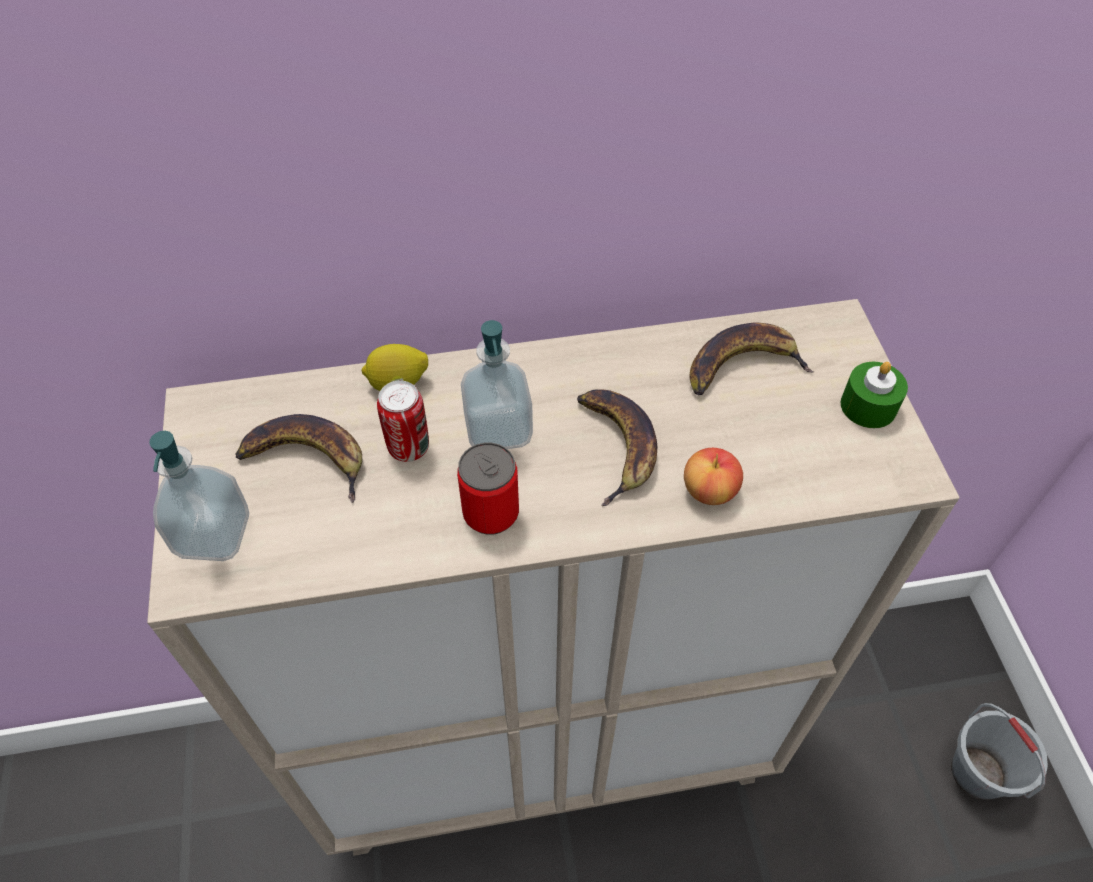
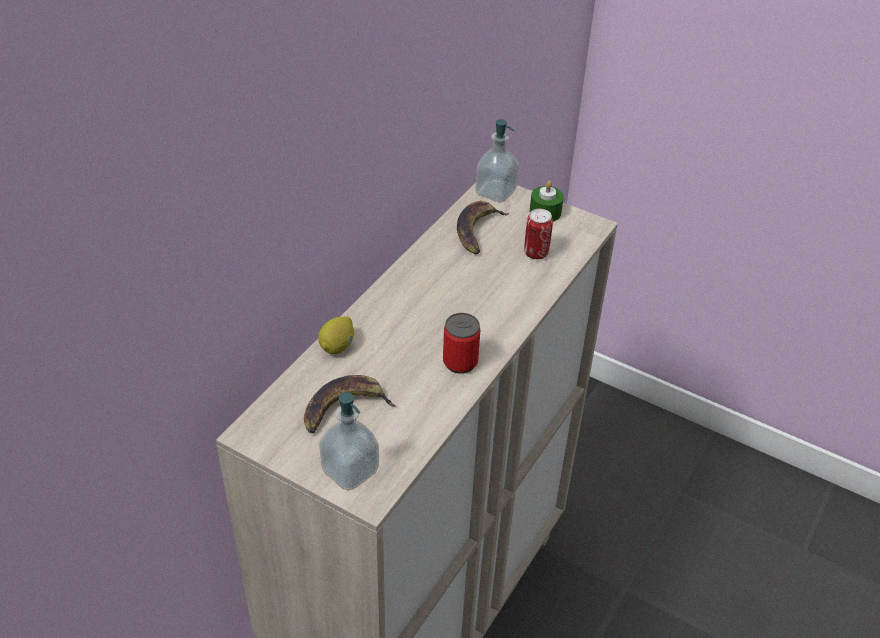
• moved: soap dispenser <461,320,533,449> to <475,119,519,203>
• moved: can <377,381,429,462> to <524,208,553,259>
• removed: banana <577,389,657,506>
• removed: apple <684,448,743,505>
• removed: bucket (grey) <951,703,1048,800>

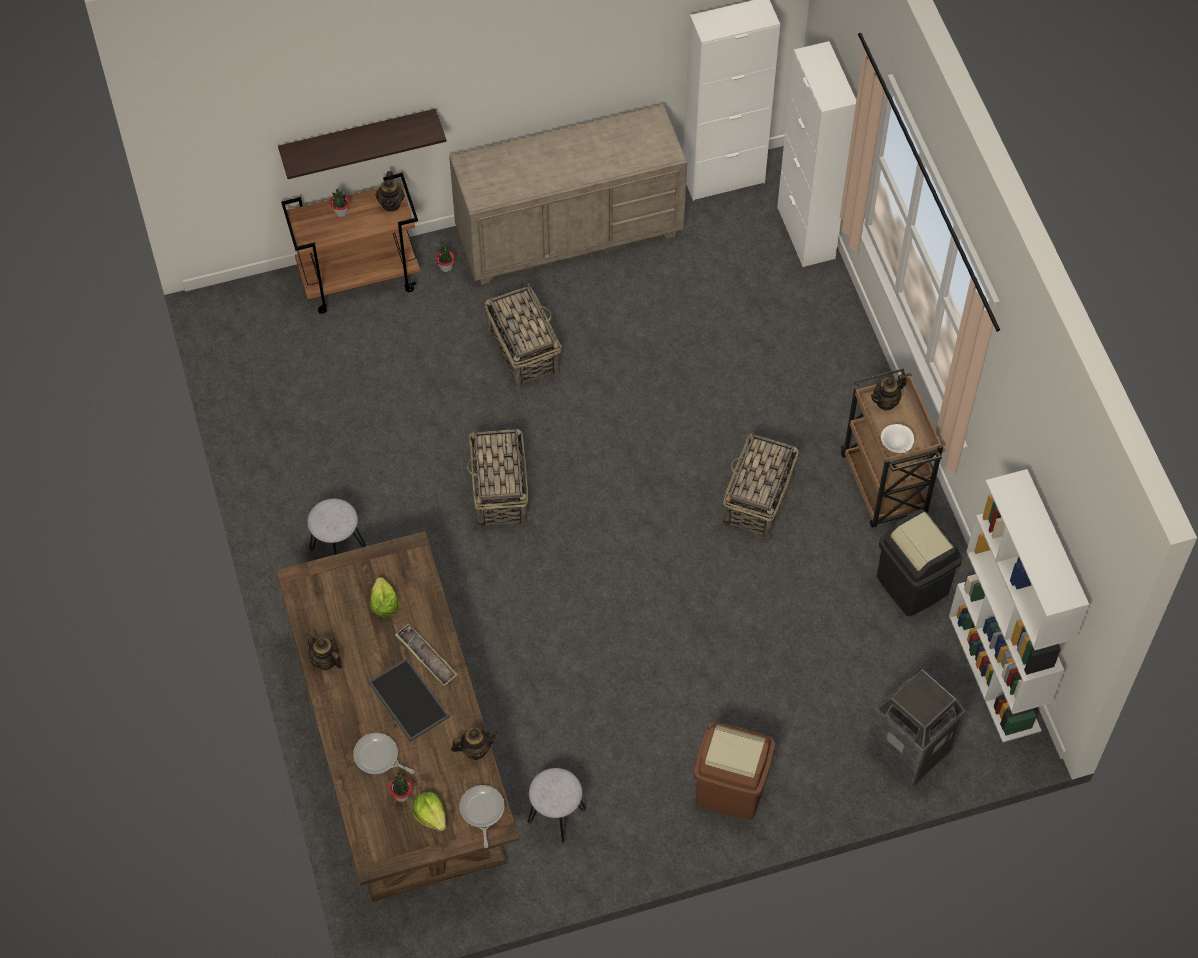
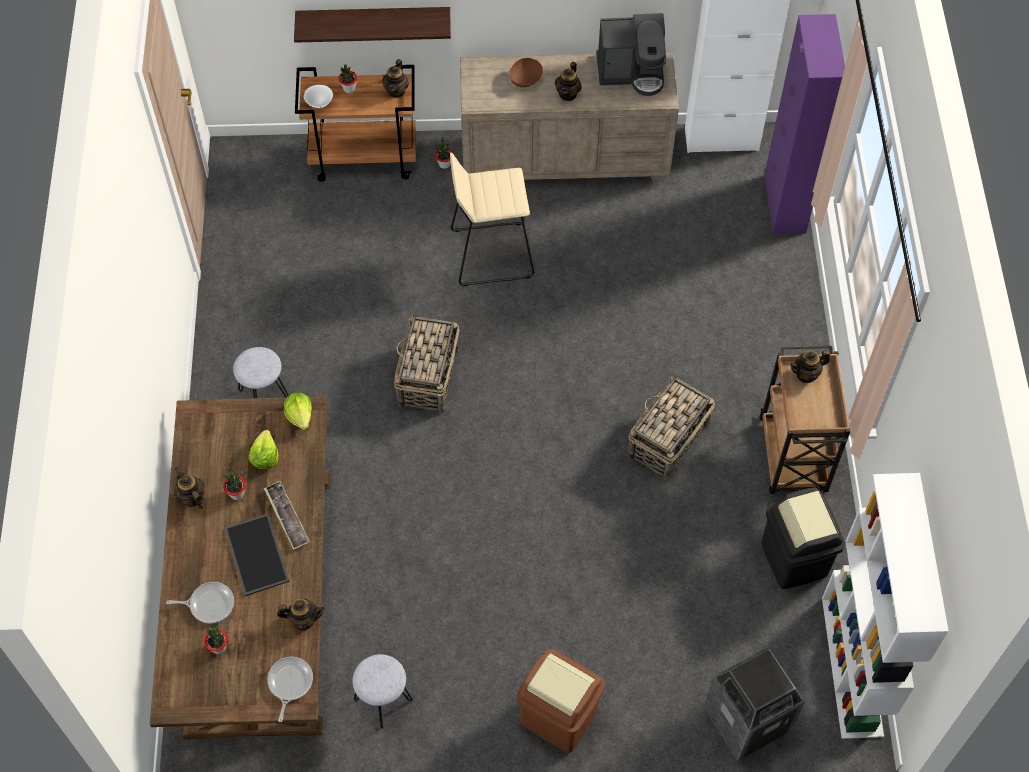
• recoloured: cabinet (white) <777,41,856,267> to cabinet (purple) <764,14,845,234>
• replaced: basket <485,283,562,388> to stool (beige) <450,152,534,286>
• moved: bowl (white) <881,424,914,453> to <304,85,333,108>
• turned: frying pan <353,733,415,774> = <166,582,234,624> 135 degrees clockwise
• moved: lettuce <412,792,446,831> to <284,393,312,430>
• added: coffee machine <596,13,666,96>
• added: bowl (brown) <509,58,543,88>
• added: teapot <555,62,582,101>
• added: potted plant <223,465,246,500>

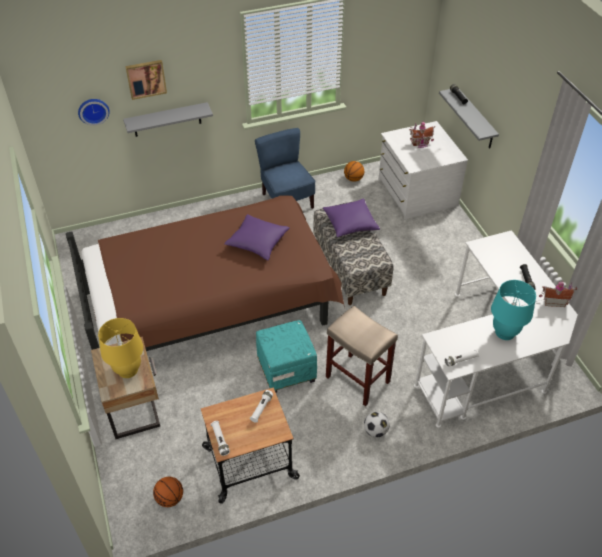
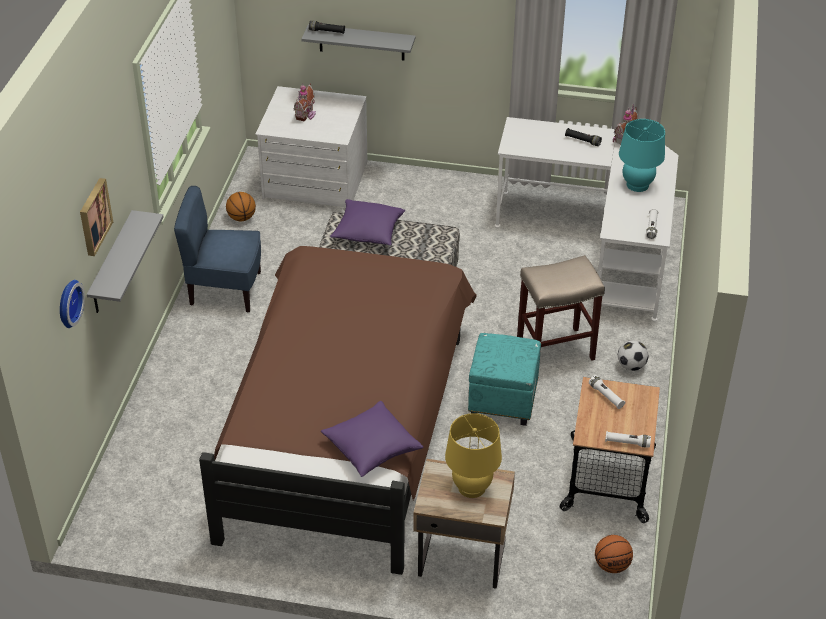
• moved: pillow (purple) <224,214,289,261> to <321,401,423,477>

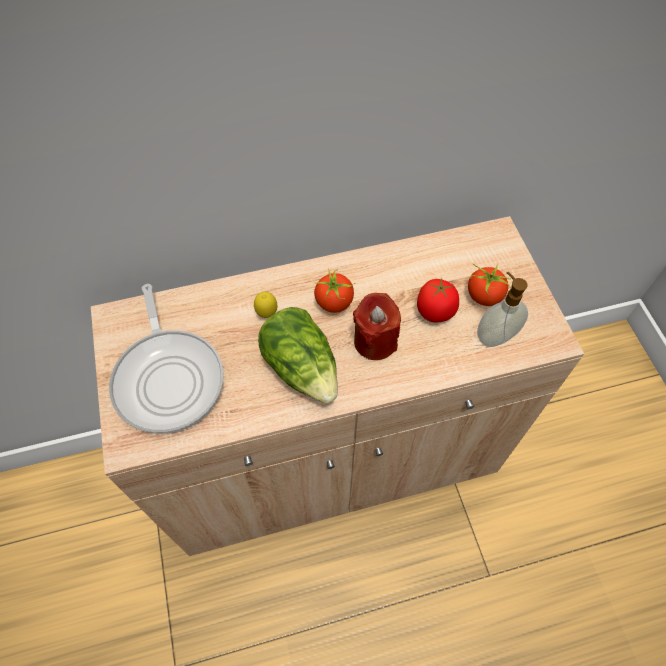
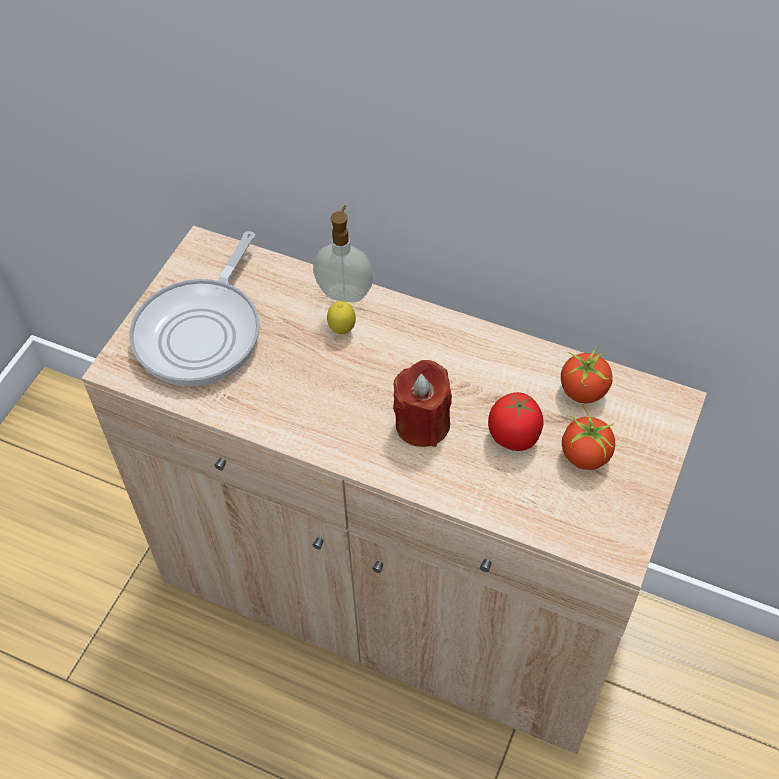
• moved: tomato <314,268,355,313> to <561,347,613,403>
• moved: soap dispenser <477,272,528,347> to <313,205,373,302>
• removed: lettuce <258,307,338,404>

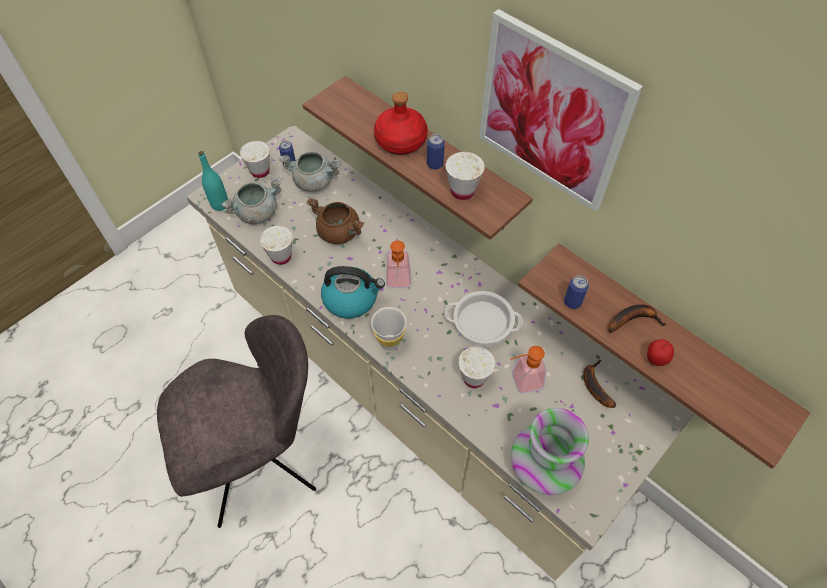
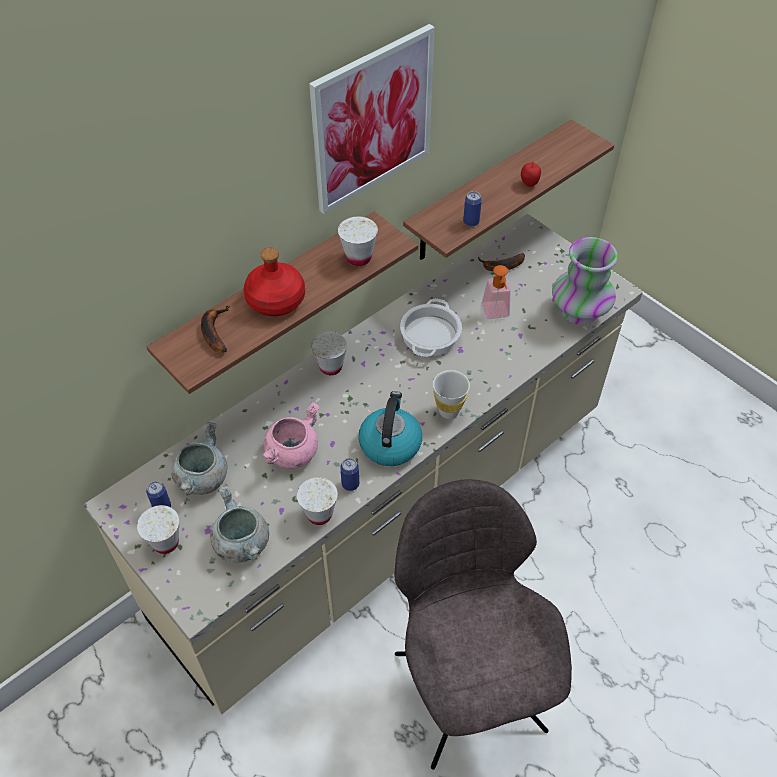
• moved: can <427,134,445,170> to <340,458,359,491>
• removed: bottle (turquoise) <198,151,228,211>
• recoloured: cooking pot (brown) <306,198,364,244> to cooking pot (pink) <262,402,320,469>
• removed: soap dispenser <386,240,411,288>
• moved: banana <608,304,666,333> to <201,306,229,353>
• moved: cup (white) <458,346,495,388> to <311,332,347,375>

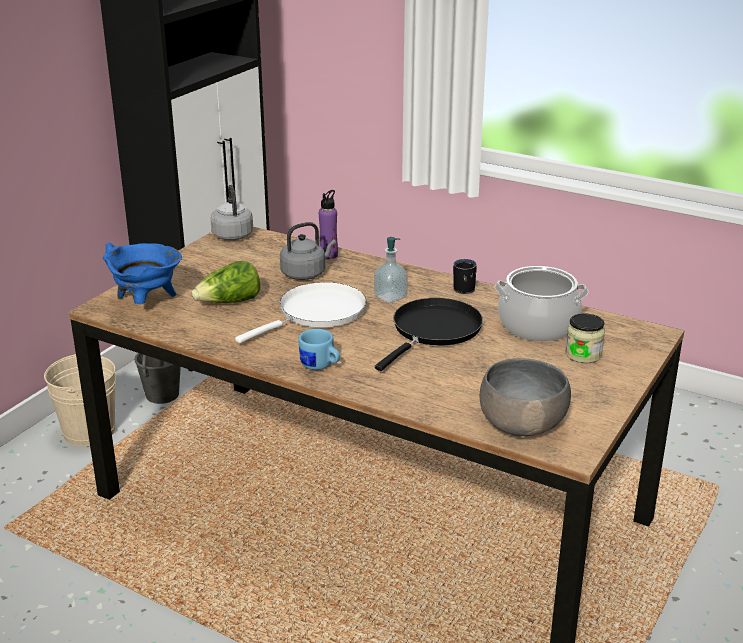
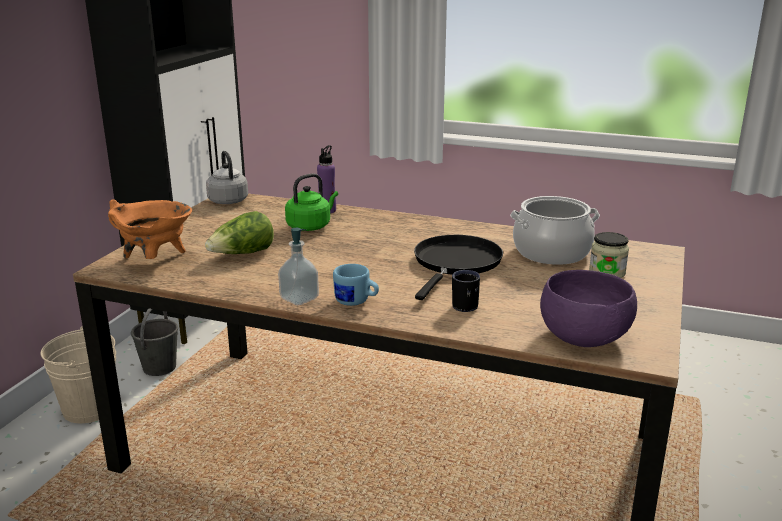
• recoloured: kettle (grey) <280,222,336,280> to kettle (green) <285,173,338,231>
• moved: soap dispenser <374,237,408,303> to <278,228,319,305>
• recoloured: cooking pot (blue) <103,243,182,304> to cooking pot (orange) <108,199,192,259>
• moved: mug (black) <453,259,477,294> to <452,270,480,312>
• removed: frying pan (white) <235,282,367,343>
• recoloured: bowl (grey) <479,358,571,436> to bowl (purple) <540,270,637,347>

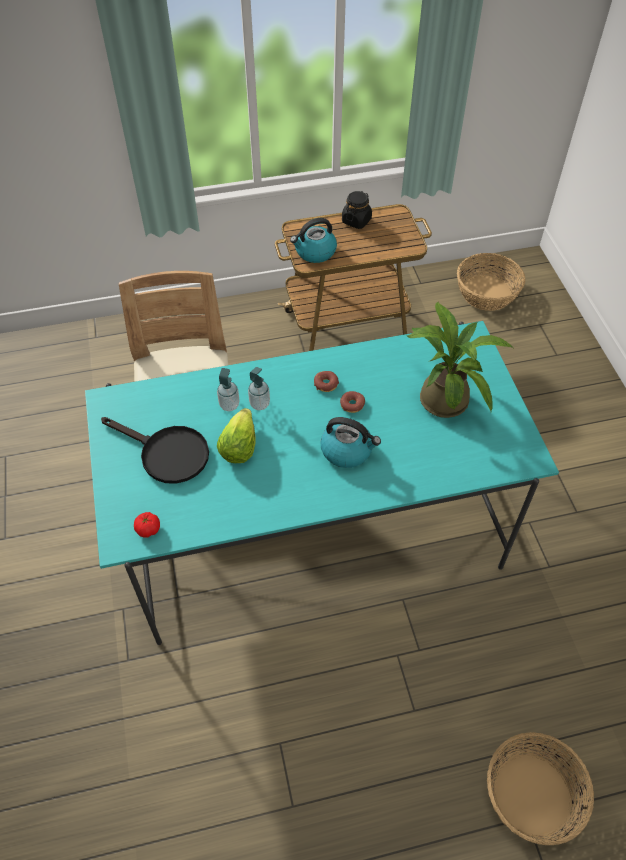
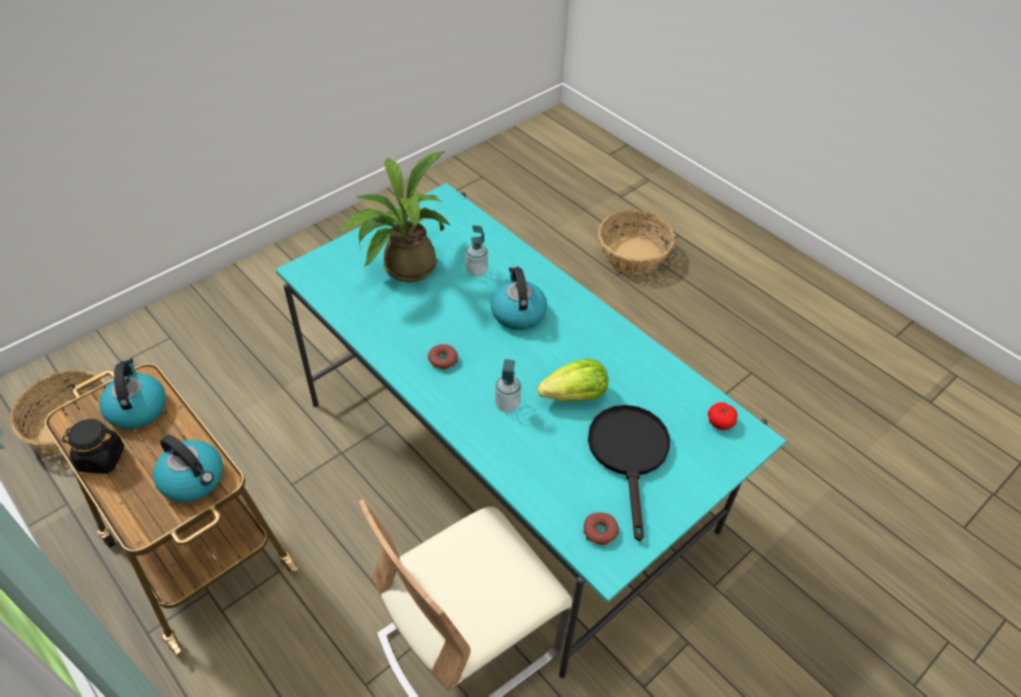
• moved: soap dispenser <217,368,240,411> to <466,225,488,276>
• moved: donut <340,391,365,413> to <583,513,619,545>
• added: kettle <99,358,166,430>

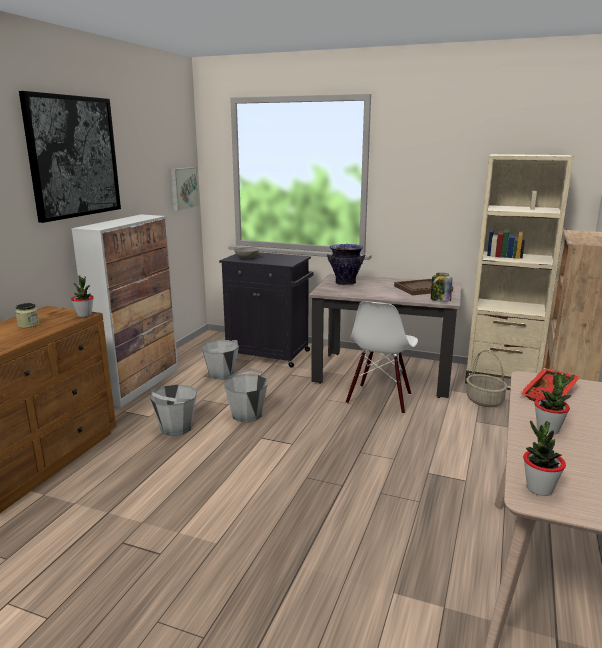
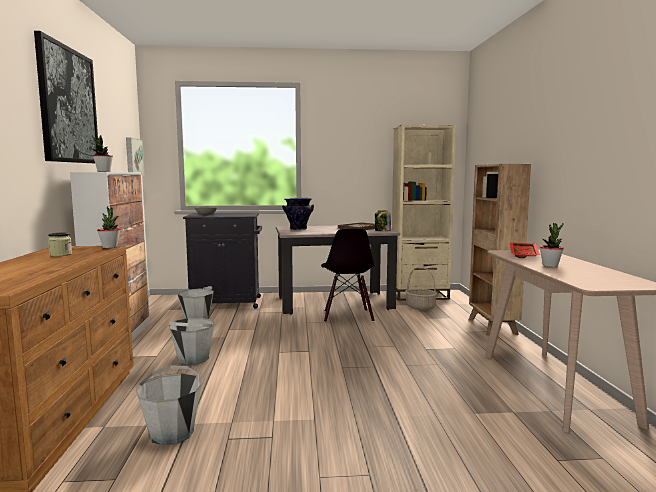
• recoloured: chair (white) <346,301,418,414> to chair (black) <321,229,375,322>
• moved: bucket (grey) <224,368,267,423> to <136,365,202,446>
• moved: potted plant <523,420,566,496> to <92,135,113,172>

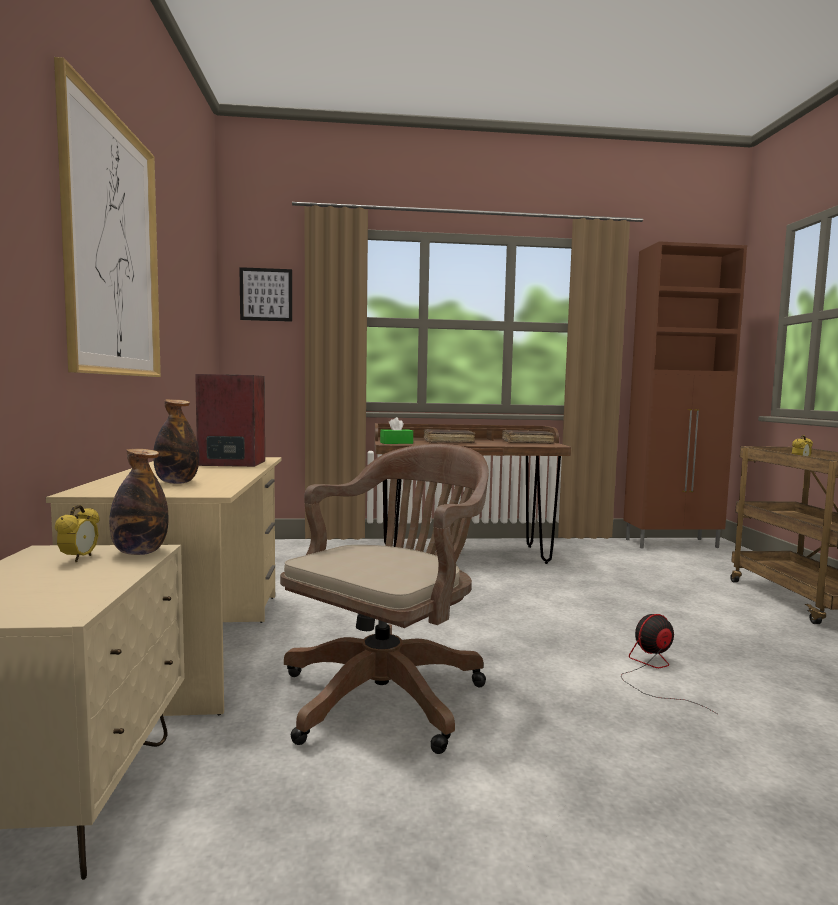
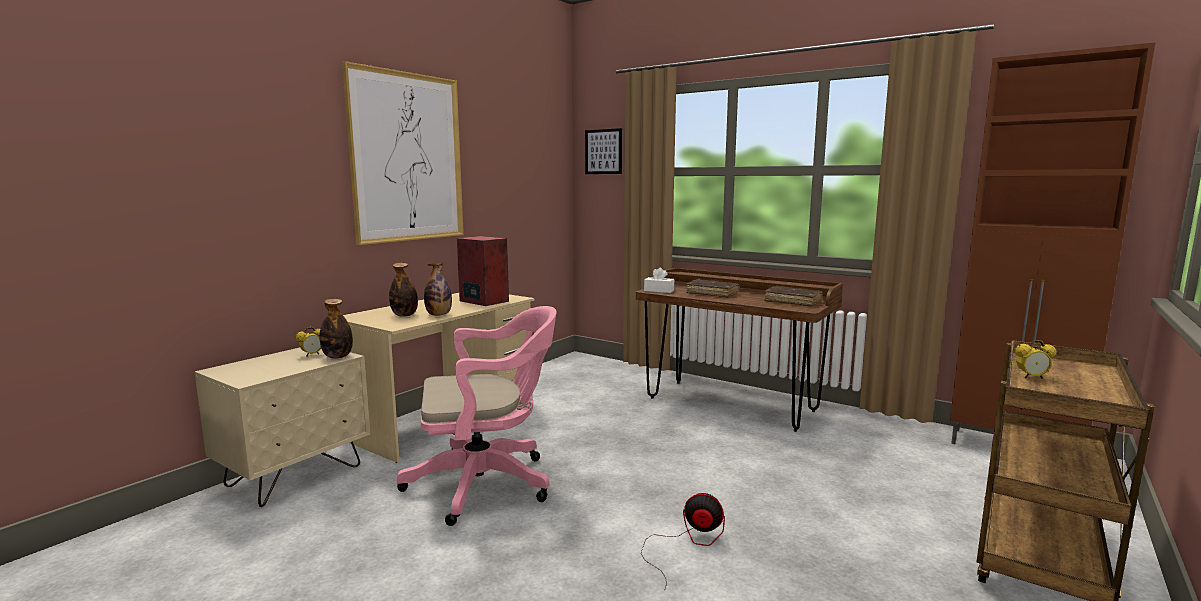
• recoloured: tissue box (green) <380,417,413,444> to tissue box (white) <644,268,674,293>
• recoloured: office chair (brown) <280,444,489,754> to office chair (pink) <397,306,556,526>
• added: bottle <424,263,452,316>

